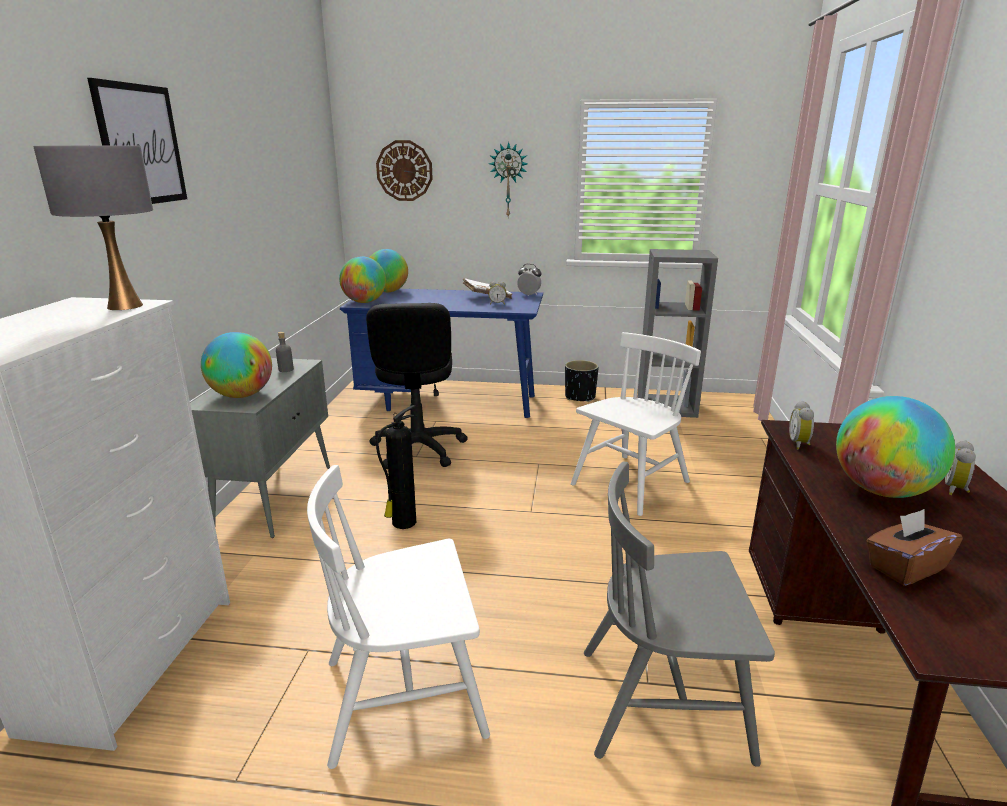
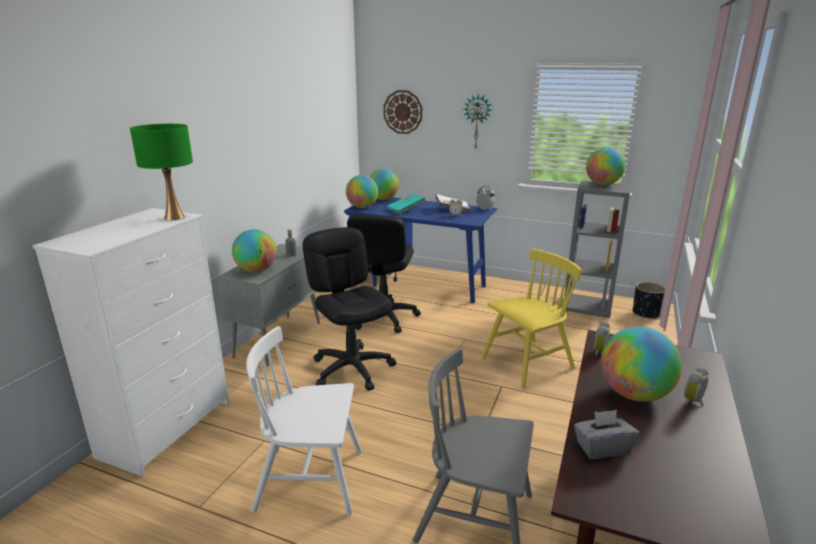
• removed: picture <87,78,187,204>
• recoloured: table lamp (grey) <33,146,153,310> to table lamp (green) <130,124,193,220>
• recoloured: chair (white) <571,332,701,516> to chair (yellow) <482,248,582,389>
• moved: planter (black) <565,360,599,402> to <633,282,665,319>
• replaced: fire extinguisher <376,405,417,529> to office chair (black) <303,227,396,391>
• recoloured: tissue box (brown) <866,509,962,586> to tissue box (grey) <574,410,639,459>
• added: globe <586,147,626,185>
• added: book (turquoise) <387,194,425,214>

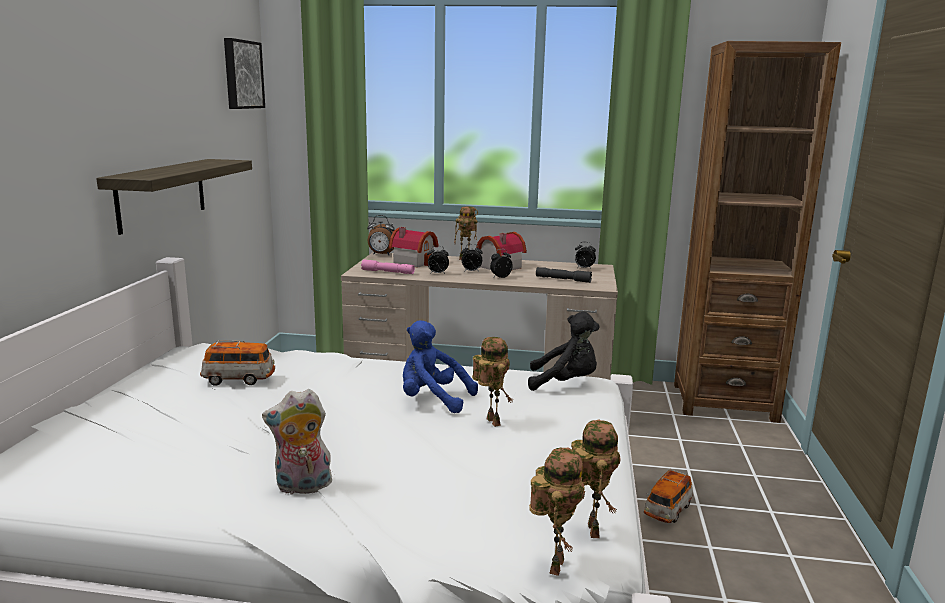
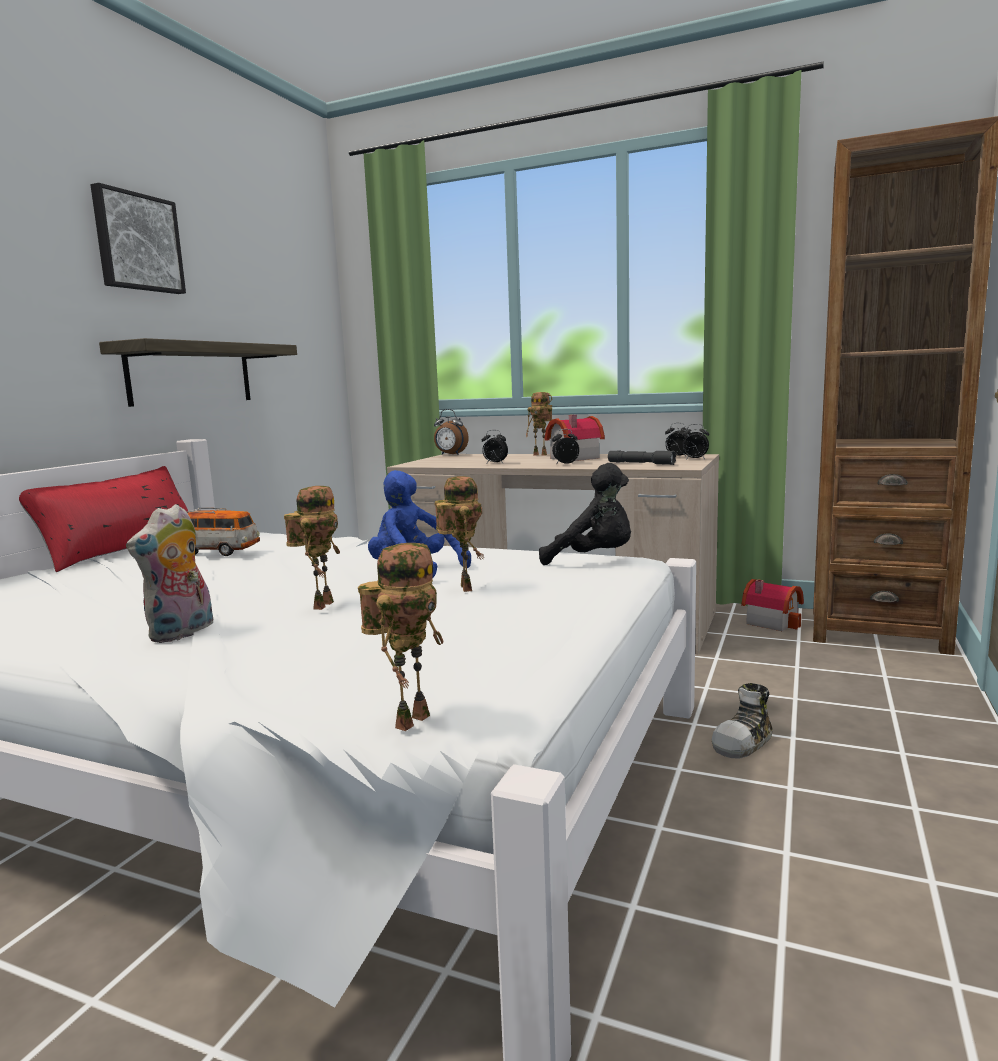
• moved: picture <224,38,265,109> to <90,183,186,294>
• moved: toy house <389,227,439,268> to <741,579,804,631>
• moved: alarm clock <461,244,483,272> to <682,424,709,459>
• removed: flashlight (pink) <361,259,415,274>
• turned: plush toy <262,389,332,495> = <126,504,213,643> 60 degrees counterclockwise
• moved: toy robot <571,420,621,538> to <284,486,340,610>
• replaced: toy car <644,469,693,523> to shoe <712,683,773,759>
• added: pillow (red) <19,466,189,572>

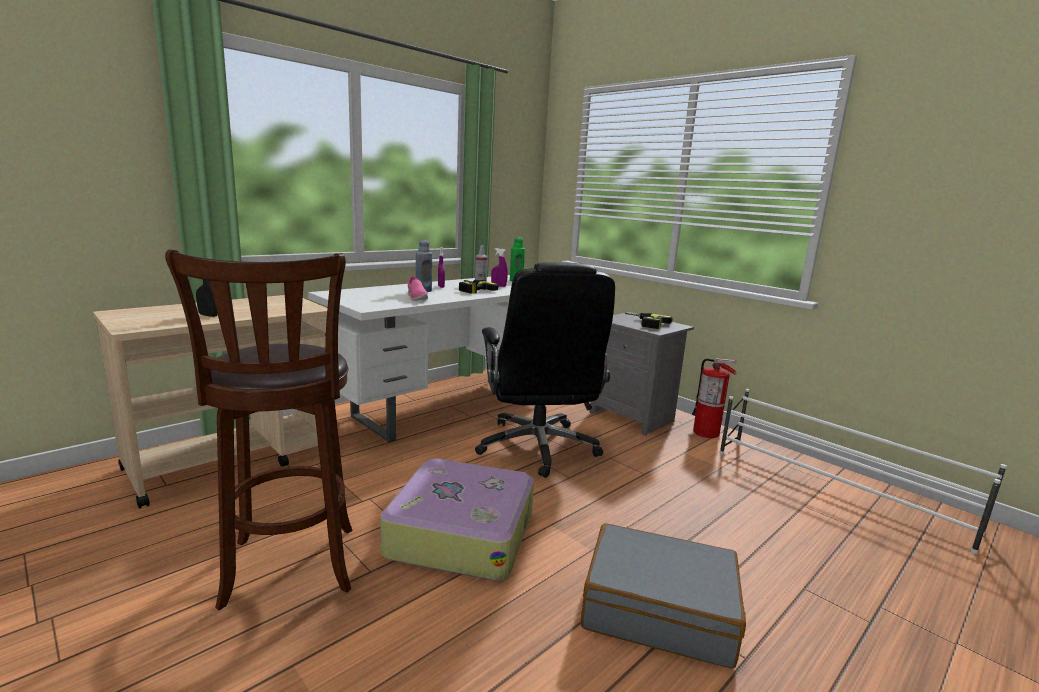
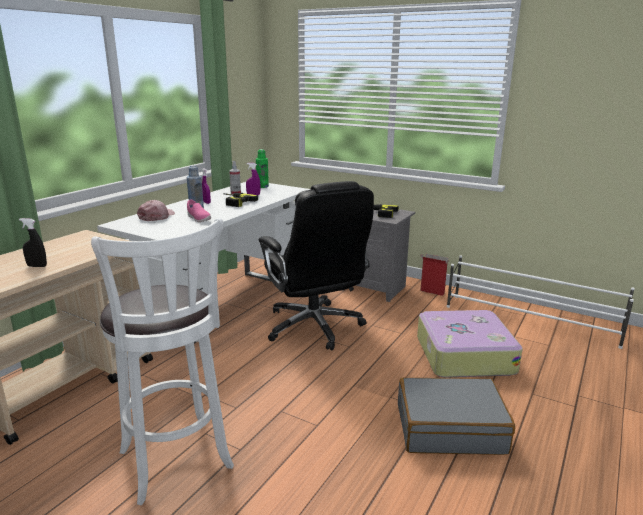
• recoloured: stool (brown) <165,249,353,610> to stool (white) <91,218,234,505>
• replaced: fire extinguisher <692,358,737,438> to cardboard box <420,254,450,296>
• moved: suitcase <380,459,534,581> to <417,310,523,377>
• added: cap (pink) <137,200,175,221>

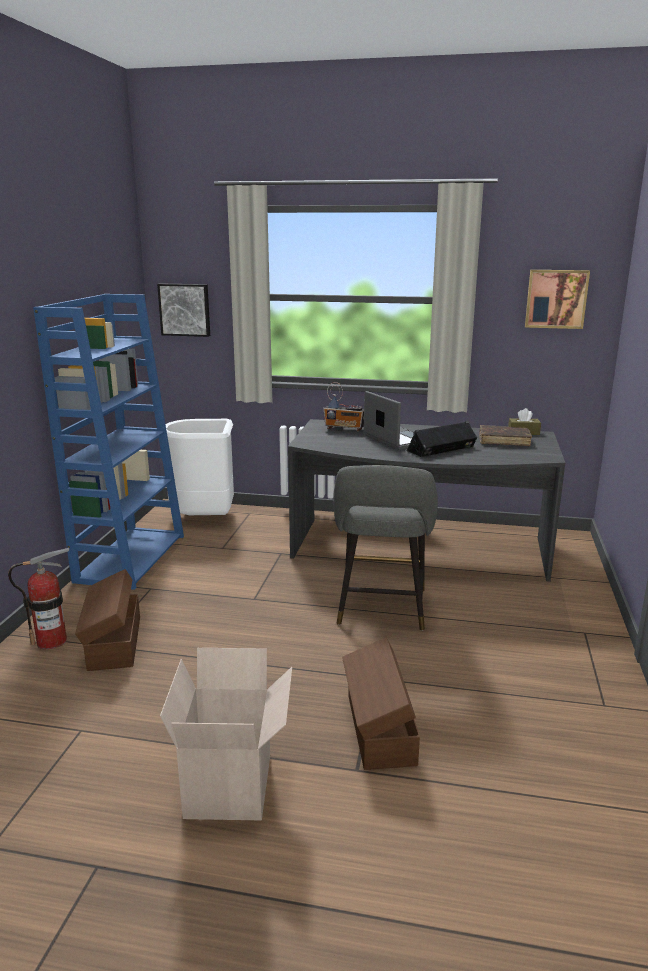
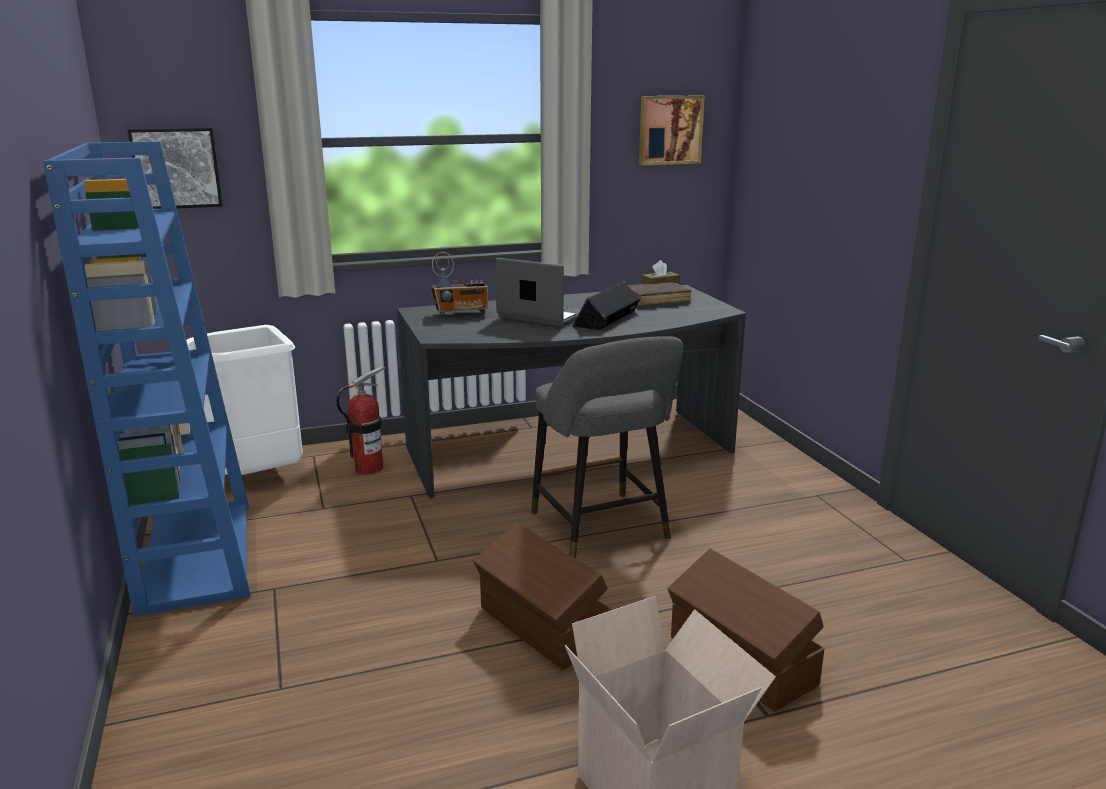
• moved: fire extinguisher <8,548,69,649> to <336,366,386,475>
• moved: storage box (brown) <75,569,140,671> to <473,522,612,670>

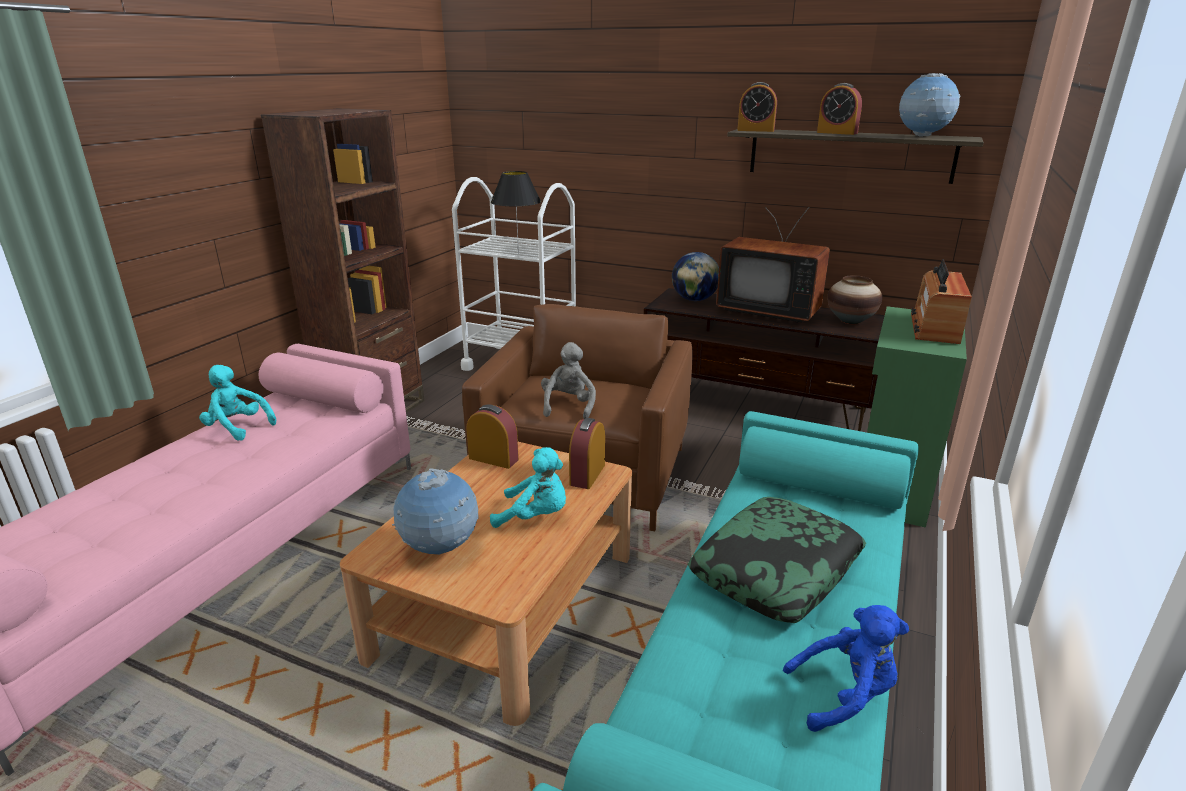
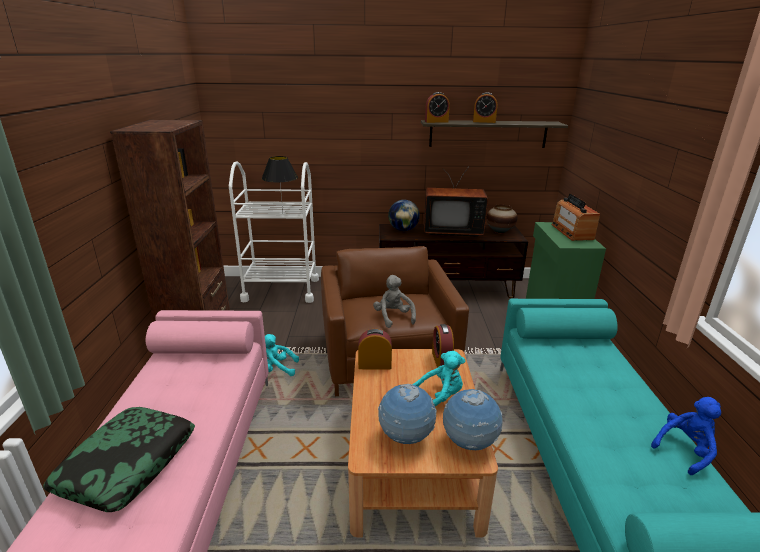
• moved: globe <899,73,961,137> to <443,389,503,450>
• moved: plush toy (turquoise) <199,365,276,440> to <265,334,299,376>
• moved: pillow <687,497,866,623> to <43,407,195,512>

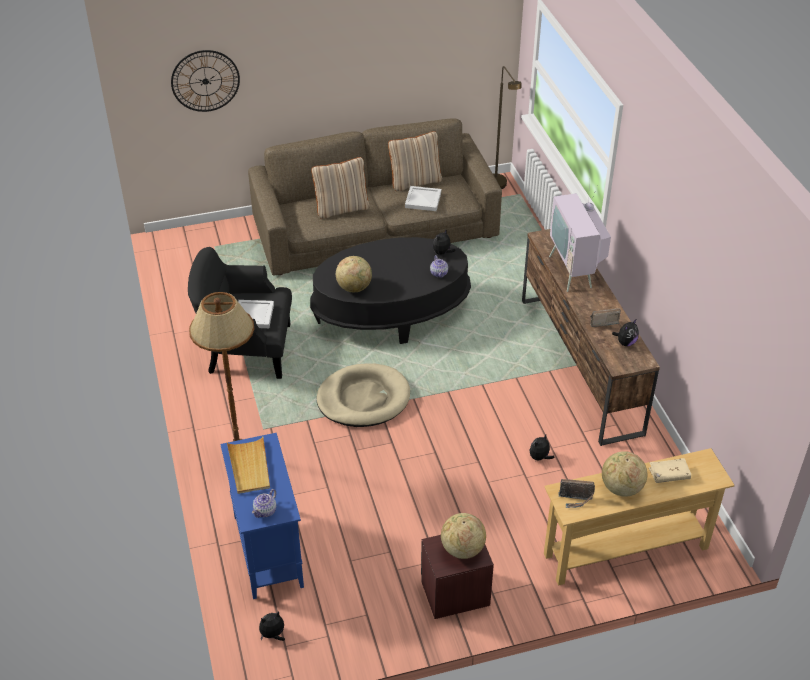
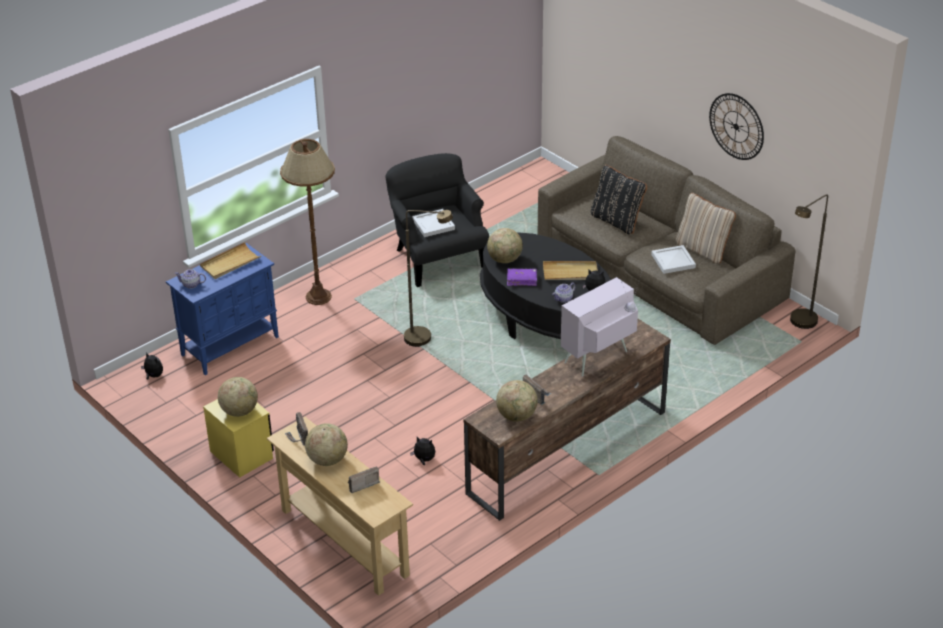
• moved: wall clock <171,50,240,112> to <709,93,764,160>
• recoloured: pillow (beige) <311,157,369,219> to pillow (black) <591,165,647,234>
• replaced: plush toy <612,319,639,346> to globe <496,380,538,422>
• replaced: dog bed (beige) <317,363,410,427> to floor lamp (brown) <404,210,453,347>
• replaced: book (beige) <649,458,691,483> to radio <347,466,380,493>
• recoloured: nightstand (brown) <421,535,494,619> to nightstand (yellow) <203,399,274,478>
• added: tray (beige) <543,261,598,280>
• added: book (purple) <507,269,537,286>

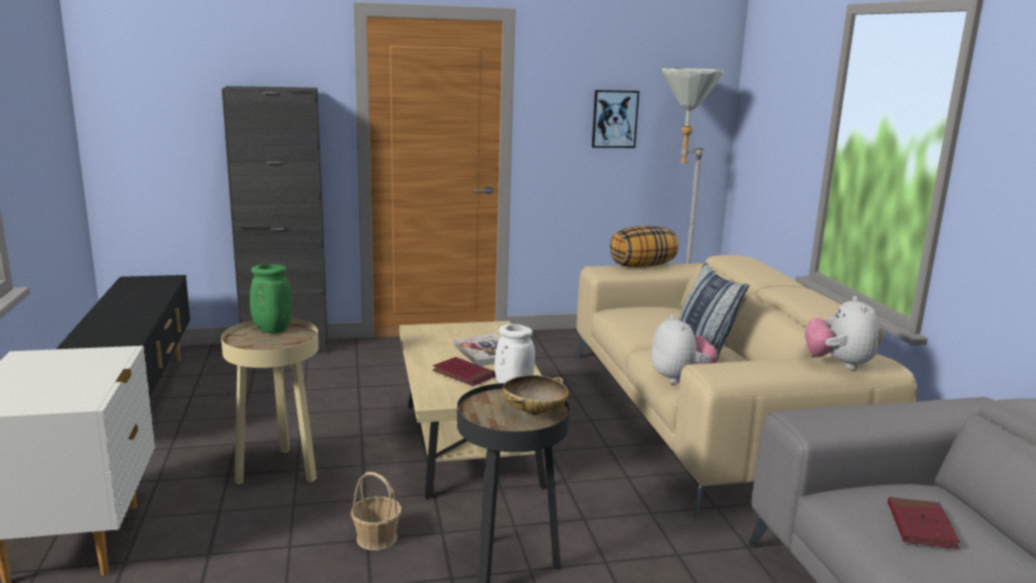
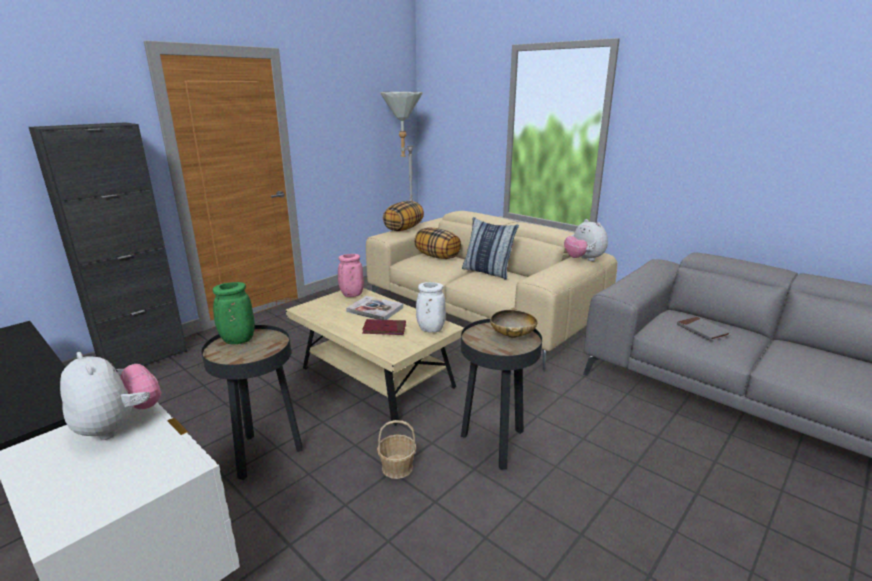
• removed: picture <592,90,639,148>
• moved: plush toy <651,314,717,384> to <60,352,162,440>
• recoloured: side table (beige) <221,319,319,485> to side table (black) <201,325,303,480>
• recoloured: book (red) <888,497,960,549> to book (grey) <677,316,731,341>
• added: pillow <414,227,461,259>
• added: vase (pink) <338,254,364,297>

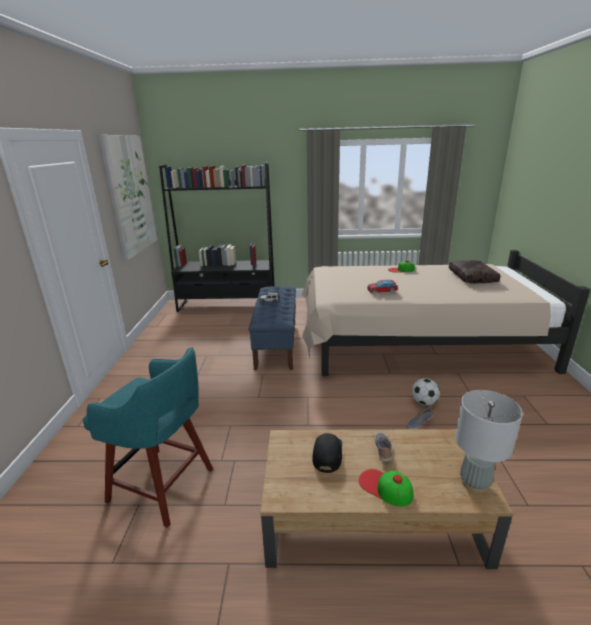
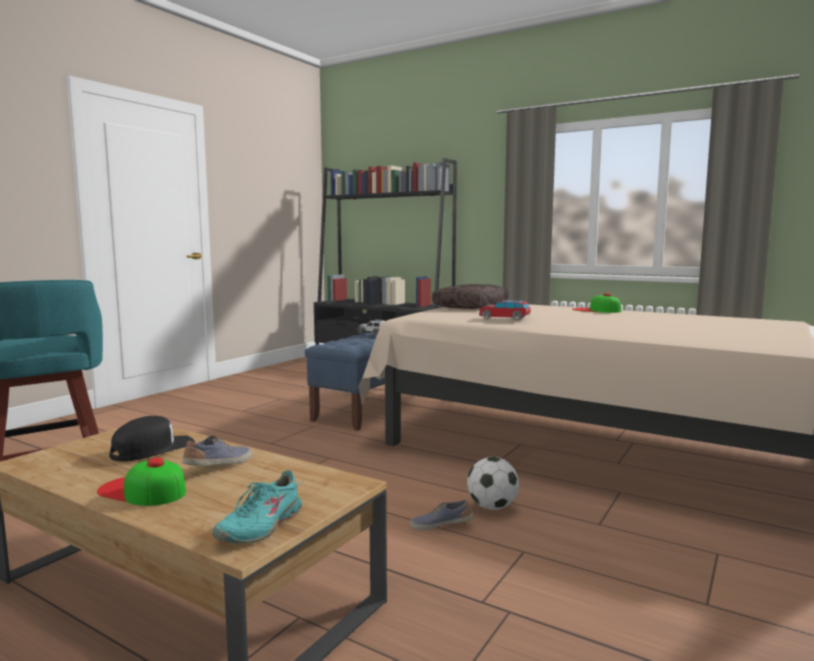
• removed: picture <99,135,157,261>
• moved: pillow (brown) <449,260,500,283> to <432,284,509,309>
• replaced: table lamp (grey) <455,390,523,494> to shoe (turquoise) <212,470,304,543>
• turned: cap <359,469,413,506> = <97,458,186,506> 45 degrees counterclockwise

